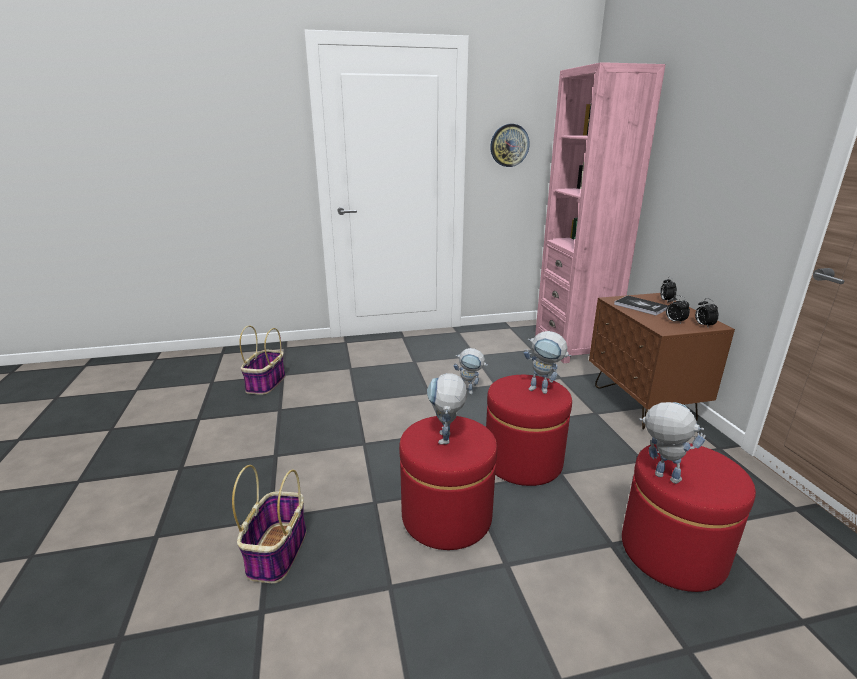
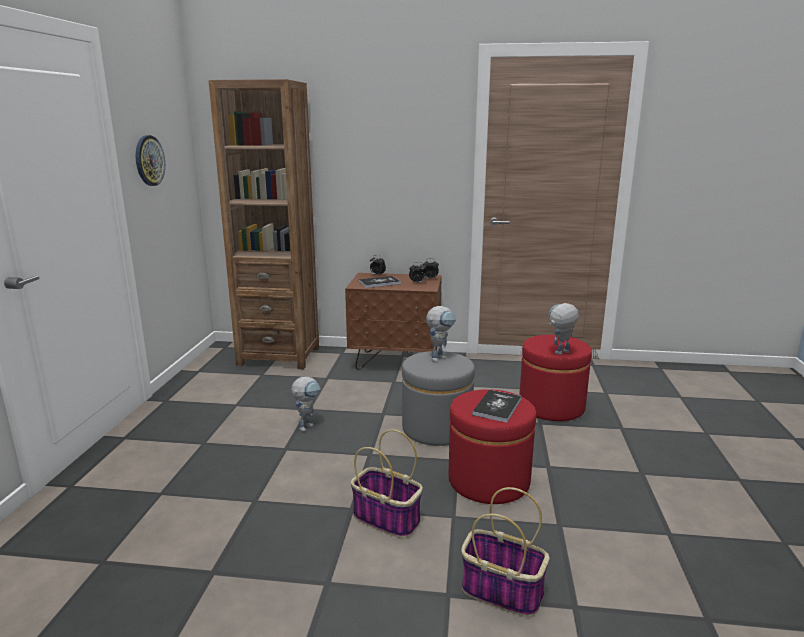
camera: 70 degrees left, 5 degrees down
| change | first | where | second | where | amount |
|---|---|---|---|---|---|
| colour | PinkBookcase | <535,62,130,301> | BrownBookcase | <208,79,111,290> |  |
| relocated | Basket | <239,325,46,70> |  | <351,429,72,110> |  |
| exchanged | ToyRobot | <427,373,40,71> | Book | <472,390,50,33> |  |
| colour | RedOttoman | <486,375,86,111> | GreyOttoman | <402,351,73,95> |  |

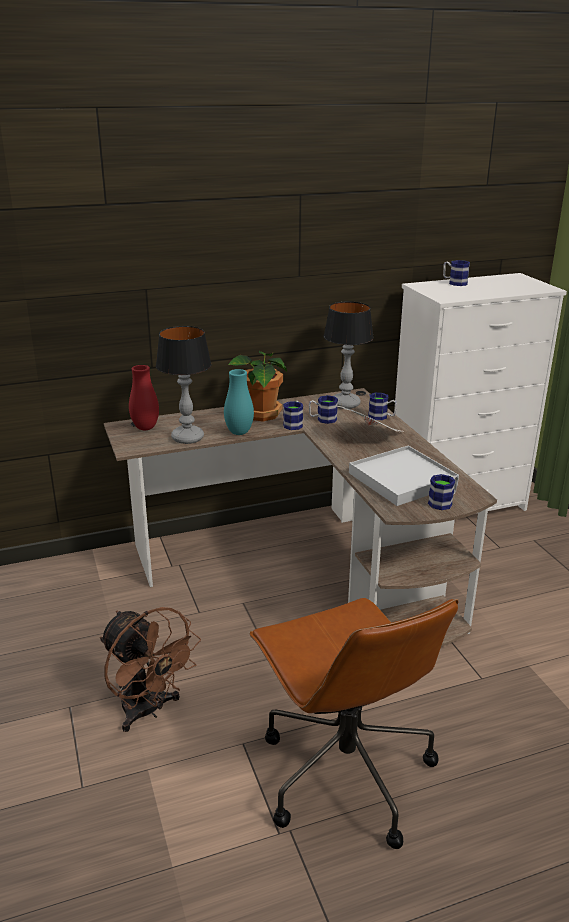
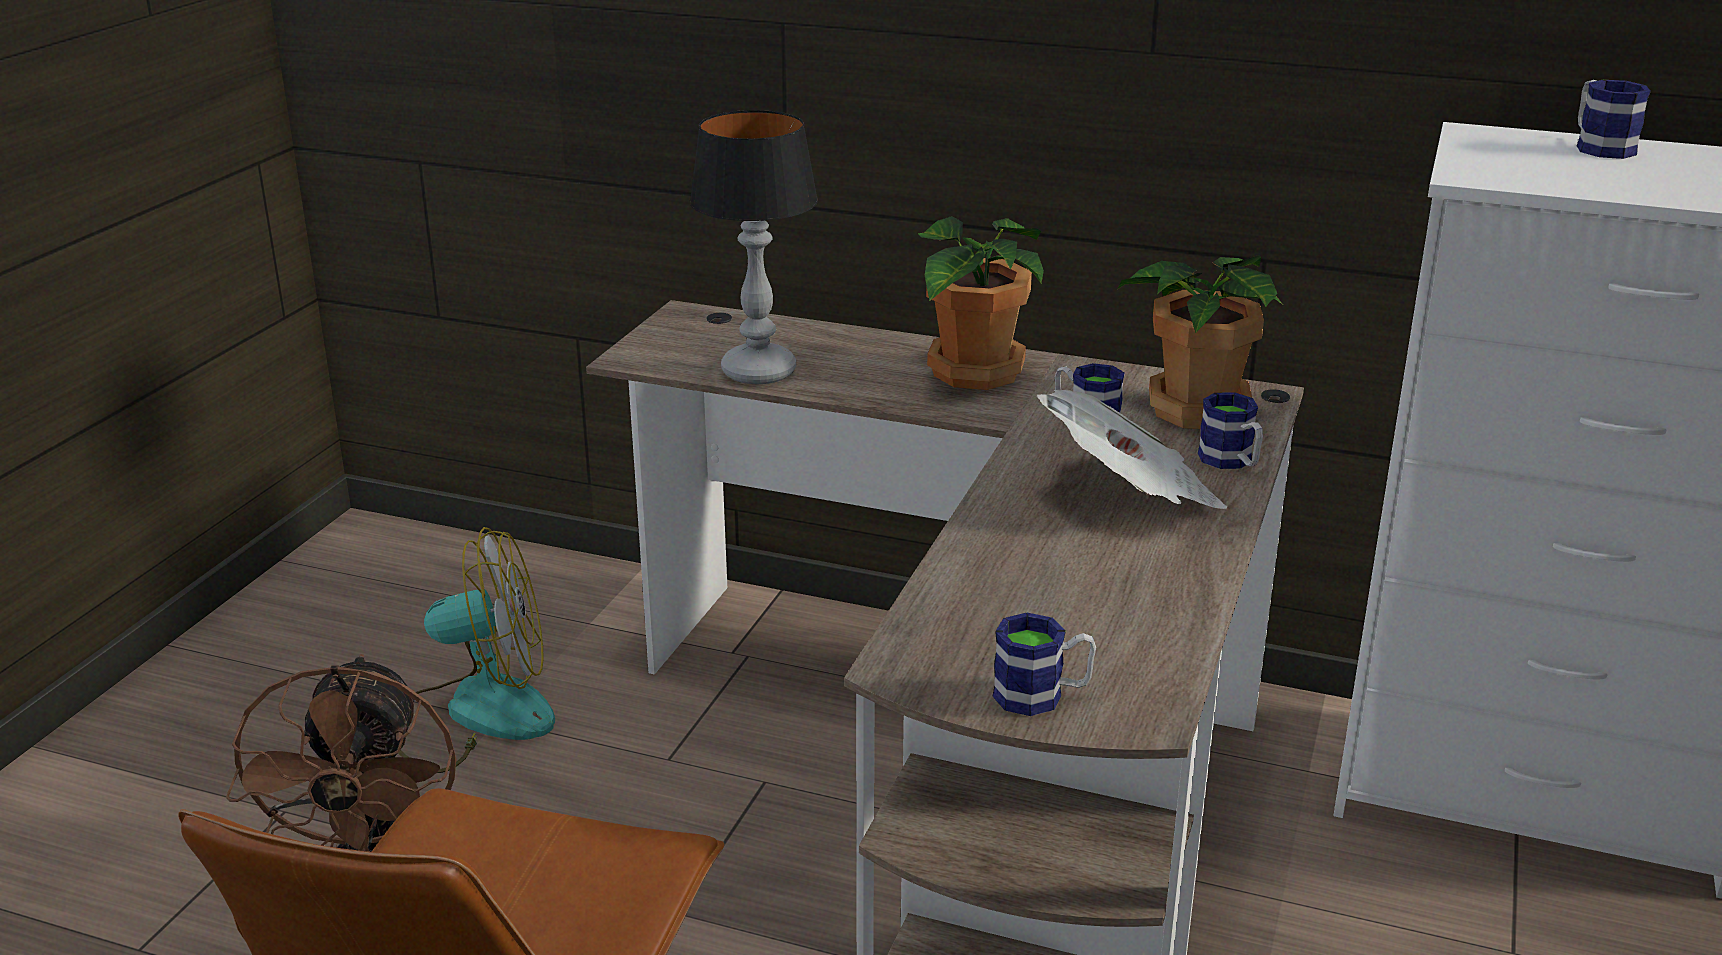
camera: 40 degrees right, 0 degrees up
| change | first | where | second | where | amount |
|---|---|---|---|---|---|
| exchanged | TableLamp | <323,302,51,107> | PottedPlant | <1117,255,165,174> |  |
| missing | RedVase | <129,365,30,65> |  |  |  |
| missing | TurquoiseVase | <224,369,30,66> |  |  |  |
| missing | Mug | <283,401,20,29> |  |  |  |
| missing | WhiteTray | <349,446,110,60> |  |  |  |
| appeared |  |  | Fan | <398,527,157,246> |  |

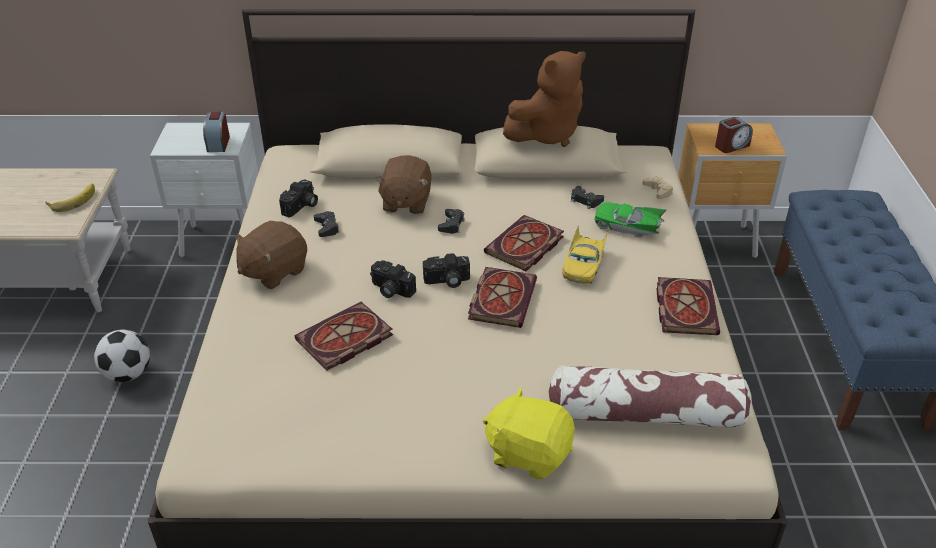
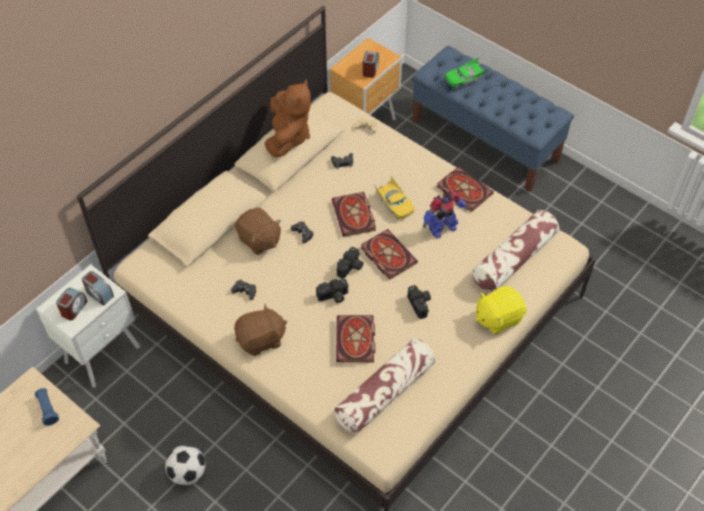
camera: 50 degrees left, 15 degrees up
| change | first | where | second | where | amount |
|---|---|---|---|---|---|
| relocated | PhotoCamera | <279,179,39,38> |  | <408,285,23,34> |  |
| exchanged | Banana | <45,184,50,28> | BlueFlashlight | <34,388,25,38> |  |
| relocated | GreenToyCar | <594,202,72,35> |  | <445,58,43,31> |  |
| spun | BrownPlushToy | <234,221,73,68> |  | <234,303,53,53> | 105 degrees counterclockwise |
| appeared |  |  | ToyRobot | <423,190,45,48> |  |
| appeared |  |  | AlarmClock | <56,288,32,32> |  |
| appeared |  |  | Pillow | <334,339,101,95> |  |

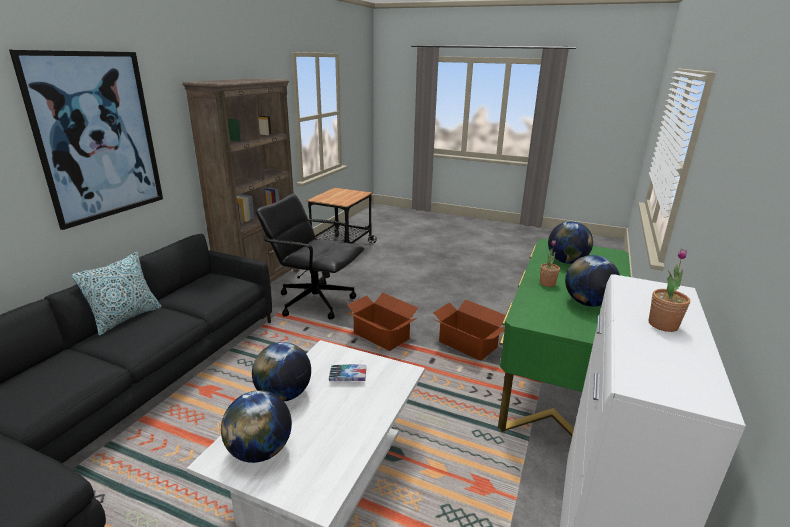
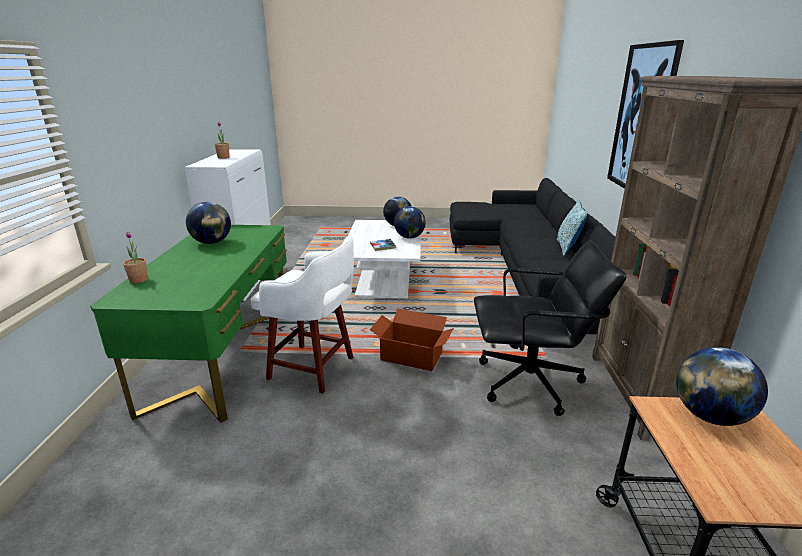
camera: 160 degrees right, 0 degrees up
| change | first | where | second | where | amount |
|---|---|---|---|---|---|
| relocated | Globe | <548,221,45,43> |  | <676,347,92,79> |  |
| relocated | PottedPlant | <540,240,20,47> |  | <123,232,25,51> |  |
| exchanged | CardboardBox | <433,299,72,62> | WhiteStool | <251,236,103,158> |  |

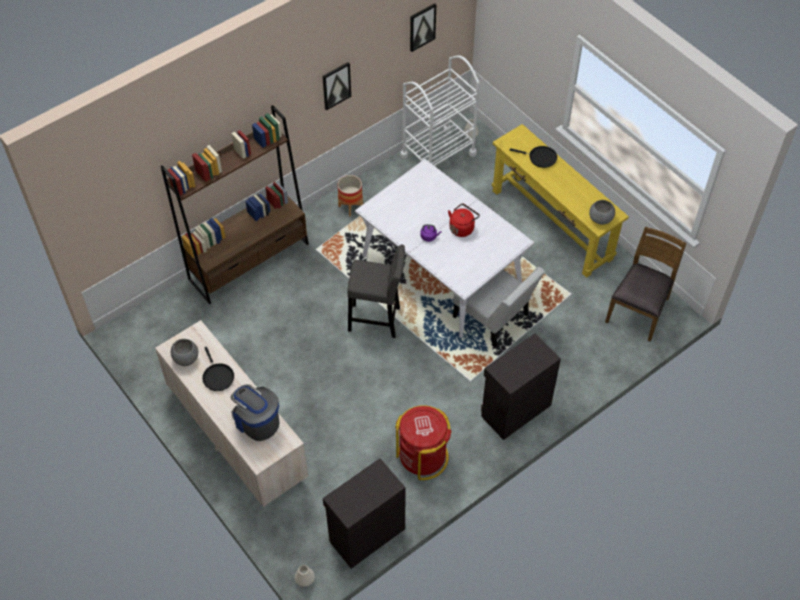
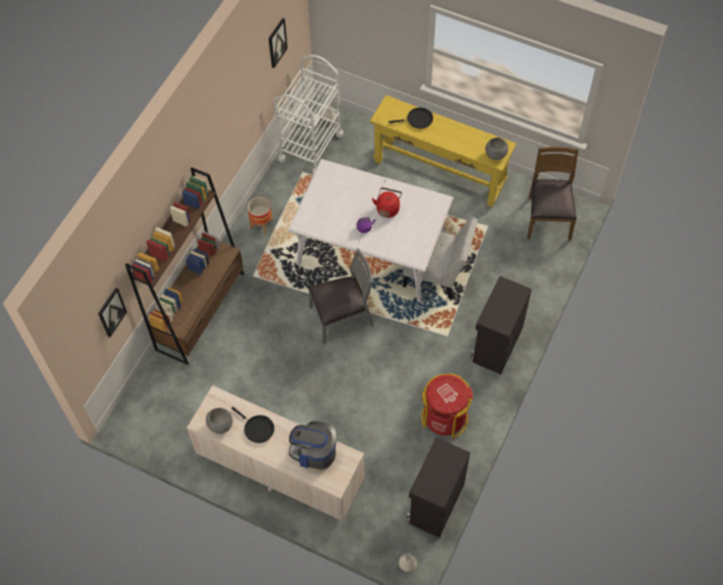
camera: 25 degrees left, 5 degrees up
| change | first | where | second | where | amount |
|---|---|---|---|---|---|
| relocated | Picture | <322,62,29,49> |  | <98,288,29,49> |  |
| exchanged | GreyStool | <347,244,58,94> | GreyChair | <309,249,65,95> |  |

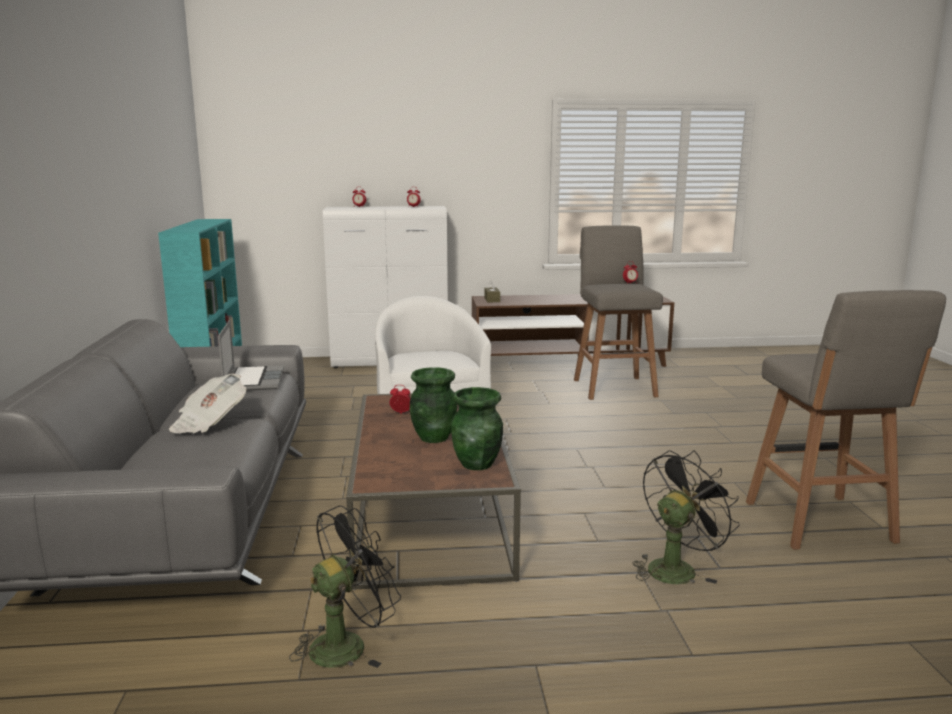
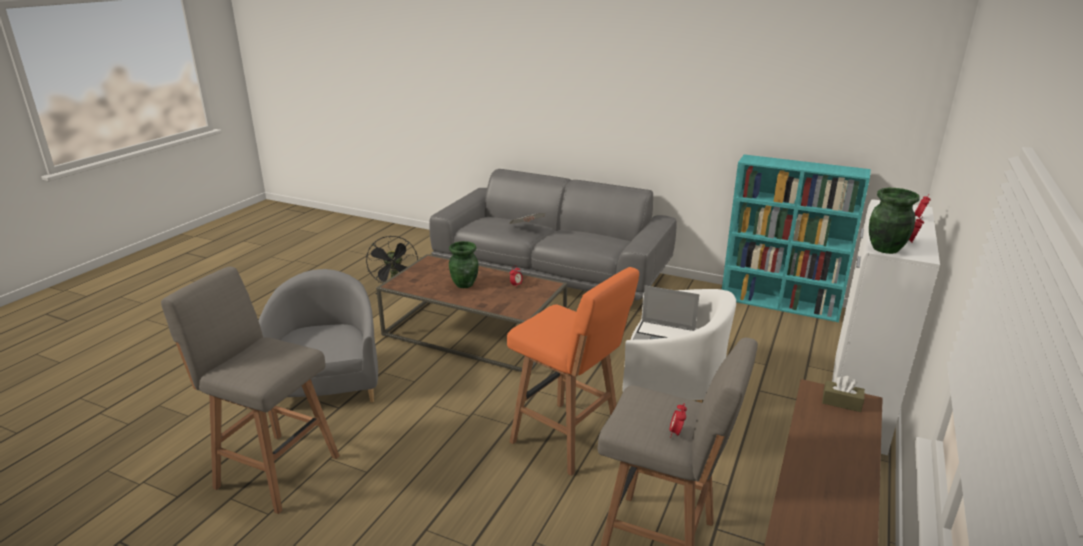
camera: 120 degrees right, 10 degrees up
| change | first | where | second | where | amount |
|---|---|---|---|---|---|
| relocated | Laptop | <218,320,66,71> |  | <633,285,66,55> |  |
| relocated | GreenVase | <451,387,52,83> |  | <869,188,51,66> |  |
| exchanged | BlackFan | <633,450,107,134> | GreyArmchair | <258,269,120,134> |  |
| appeared |  |  | OrangeStool | <507,267,132,209> |  |

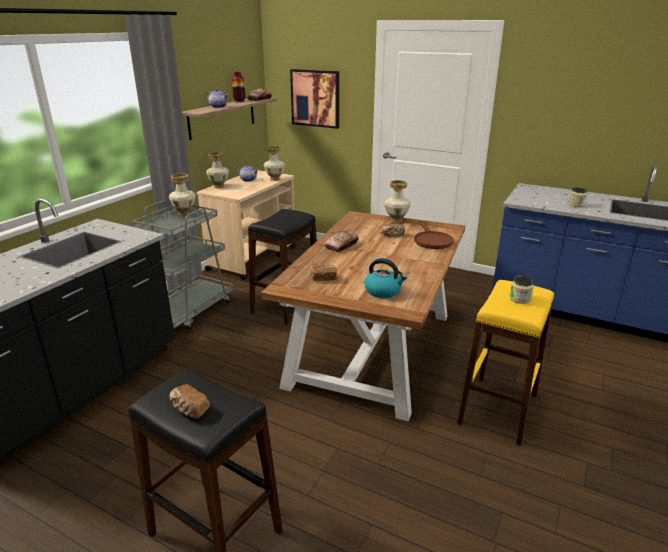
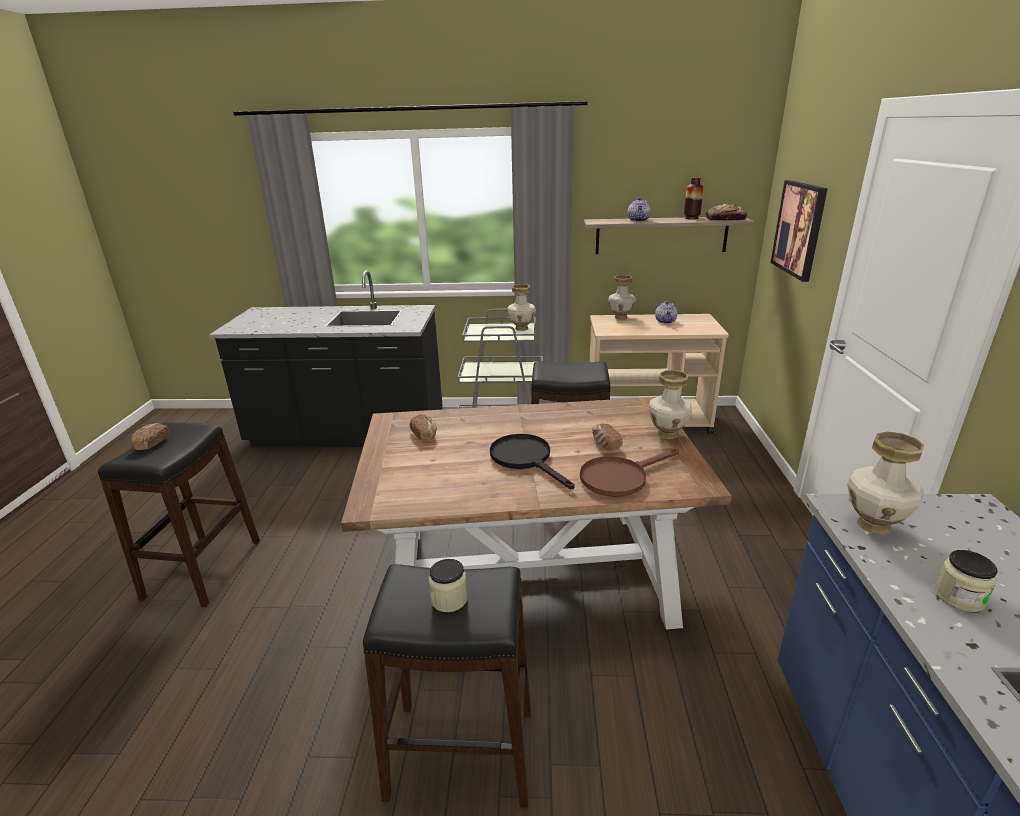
camera: 65 degrees right, 0 degrees up
| change | first | where | second | where | amount |
|---|---|---|---|---|---|
| relocated | Vase | <264,146,21,35> |  | <847,431,77,103> |  |
| missing | Bread | <325,230,34,22> |  |  |  |
| missing | Kettle | <364,258,43,40> |  |  |  |
| colour | YellowStool | <457,280,97,166> | BlackStool | <363,564,168,244> |  |
| appeared |  |  | BlackFryingPan | <490,434,85,55> |  |

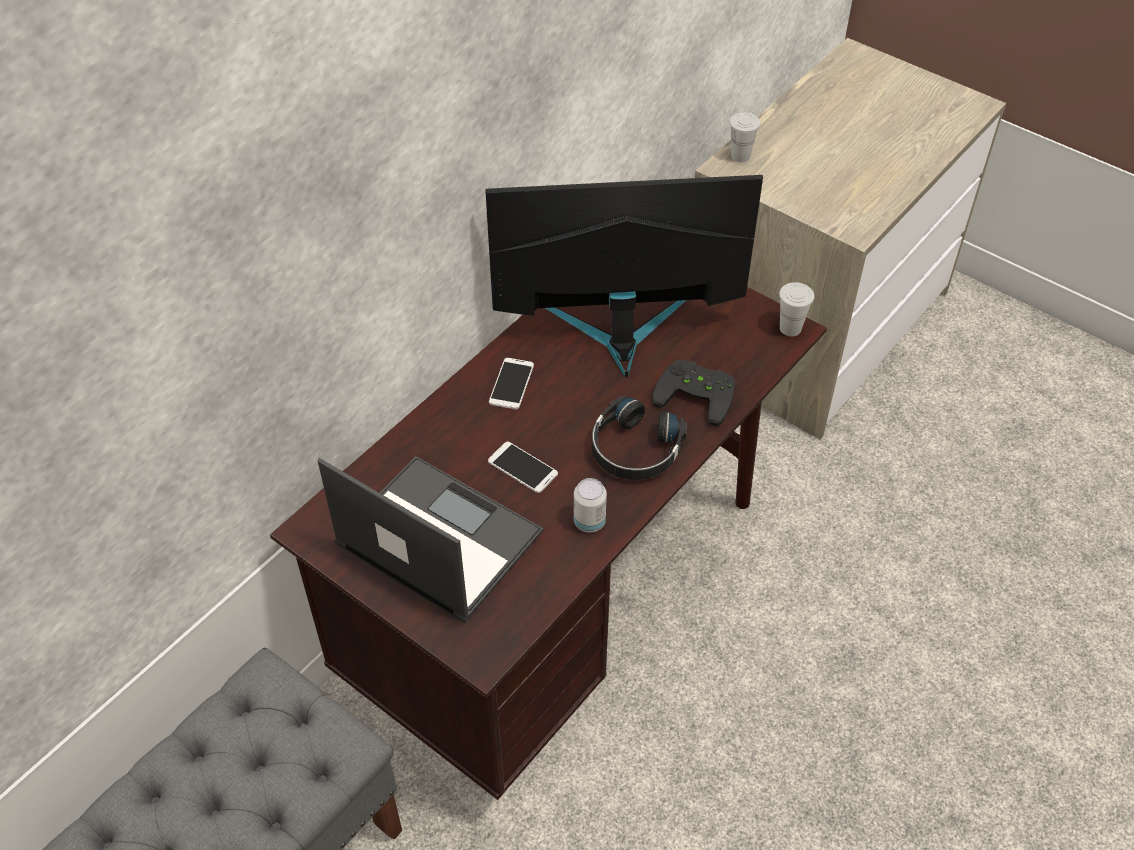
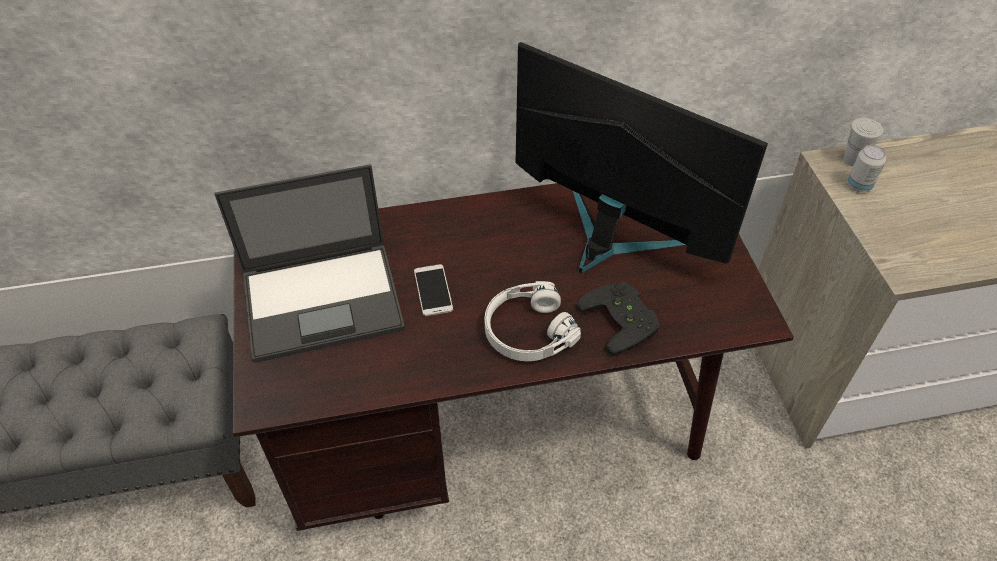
camera: 40 degrees right, 0 degrees up
| change | first | where | second | where | amount |
|---|---|---|---|---|---|
| missing | WhiteCup | <779,282,35,54> |  |  |  |
| missing | Phone | <489,358,45,52> |  |  |  |
| colour | BlackHeadphones | <592,396,95,84> | WhiteHeadphones | <485,281,96,80> |  |
| spun | Laptop | <318,456,225,167> |  | <214,164,191,199> | 90 degrees clockwise |
| relocated | Can | <574,478,33,54> |  | <847,145,39,47> |  |

